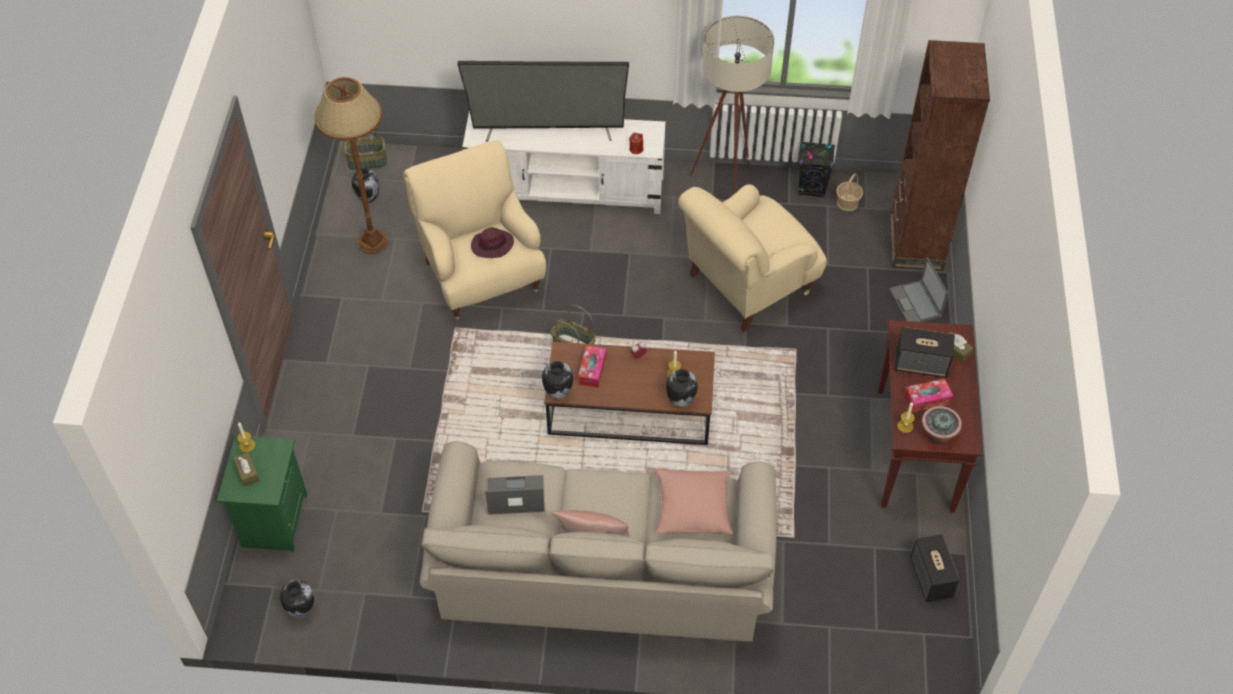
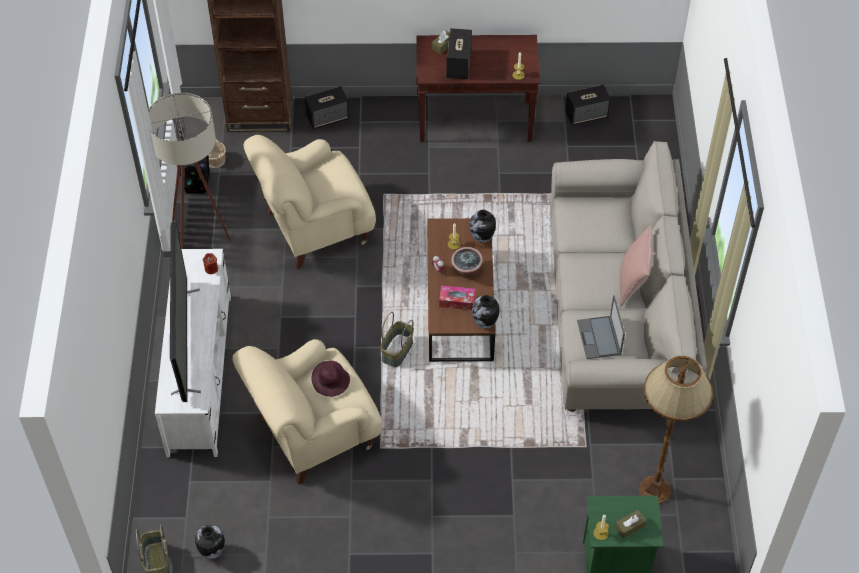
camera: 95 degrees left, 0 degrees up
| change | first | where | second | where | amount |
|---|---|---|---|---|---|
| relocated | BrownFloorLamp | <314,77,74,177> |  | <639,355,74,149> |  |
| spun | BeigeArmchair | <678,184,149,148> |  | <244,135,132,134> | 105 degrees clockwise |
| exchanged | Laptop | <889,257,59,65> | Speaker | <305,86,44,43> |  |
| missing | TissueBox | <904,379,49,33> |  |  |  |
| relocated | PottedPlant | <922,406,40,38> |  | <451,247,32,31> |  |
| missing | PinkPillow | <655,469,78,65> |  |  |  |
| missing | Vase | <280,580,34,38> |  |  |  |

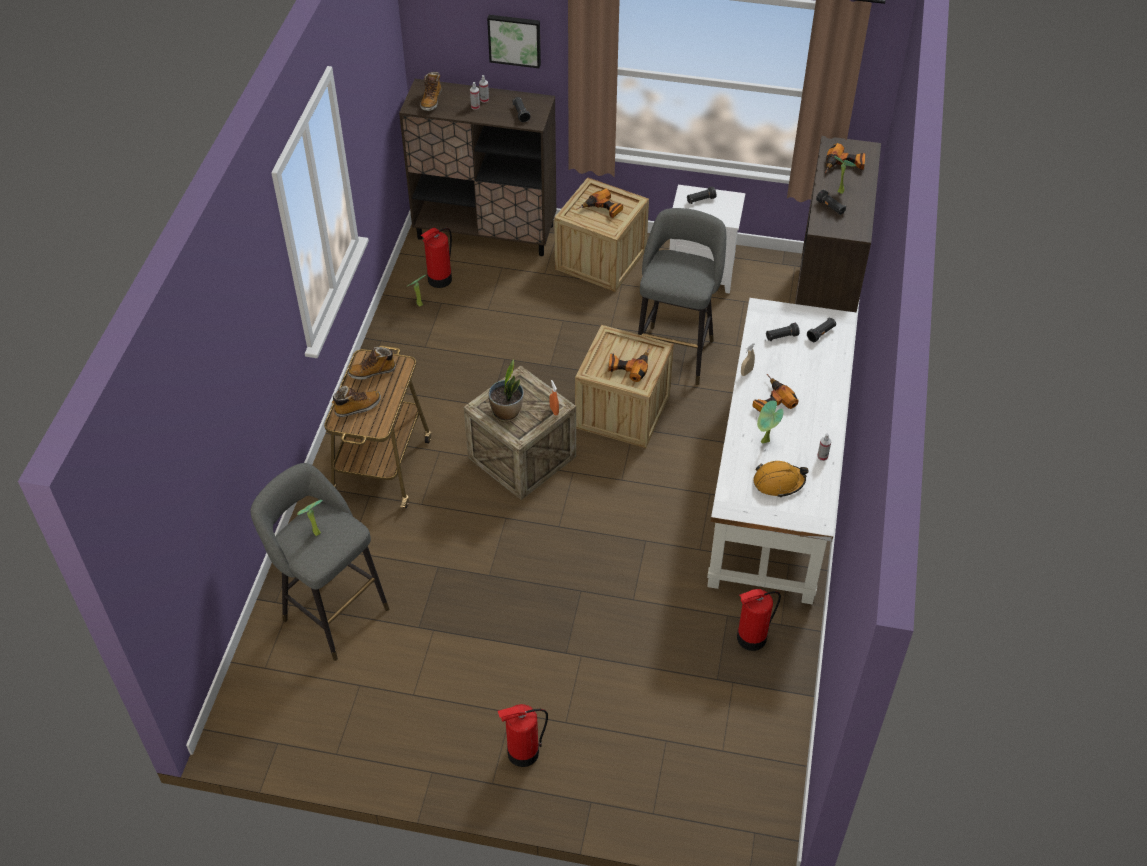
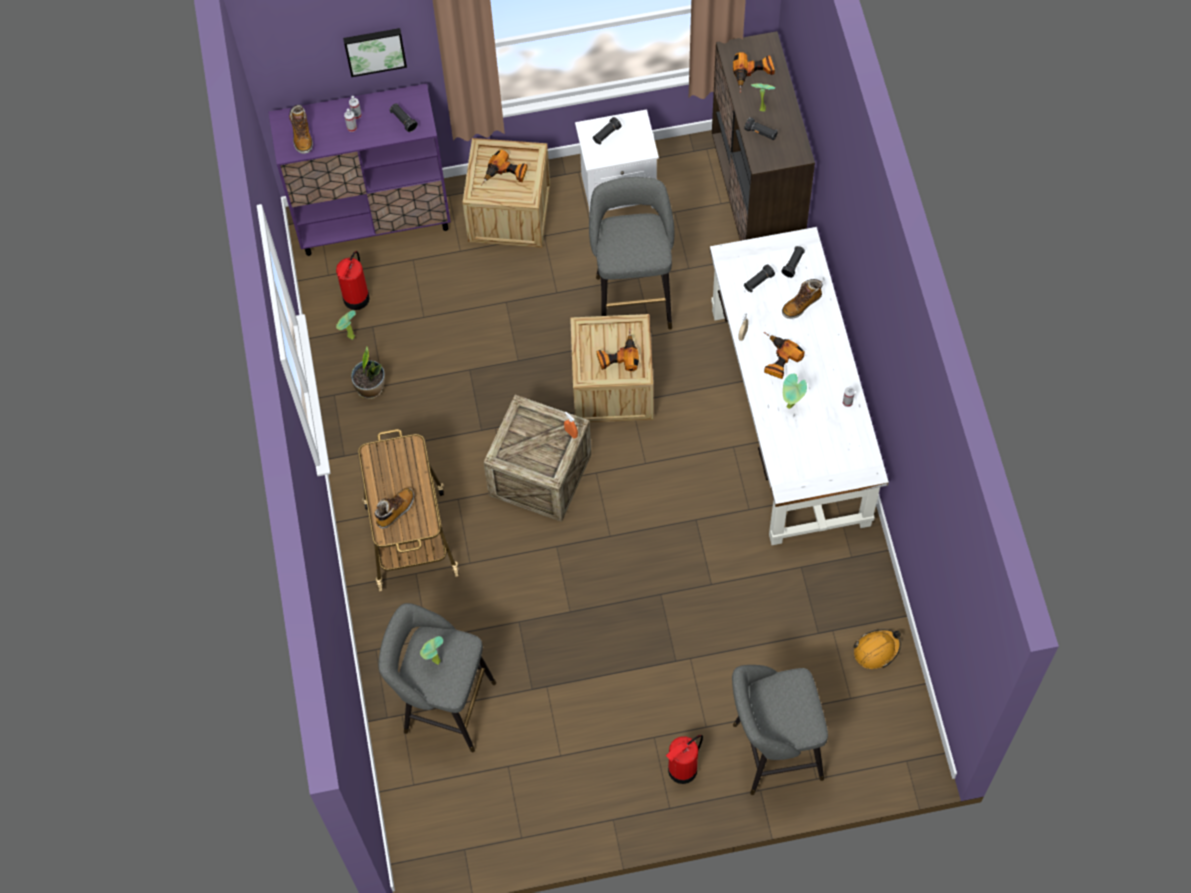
camera: 20 degrees left, 15 degrees up
| change | first | where | second | where | amount |
|---|---|---|---|---|---|
| colour | BrownCabinet | <399,79,157,177> | PurpleCabinet | <268,83,183,173> |  |
| relocated | Boot | <348,347,48,33> |  | <782,279,41,40> |  |
| relocated | PottedPlant | <488,360,36,62> |  | <351,347,34,52> |  |
| relocated | OrangeHardHat | <753,461,55,37> |  | <853,629,48,40> |  |
| missing | FireExtinguisher | <737,589,44,62> |  |  |  |
| appeared |  |  | GreyStool | <732,665,96,130> |  |

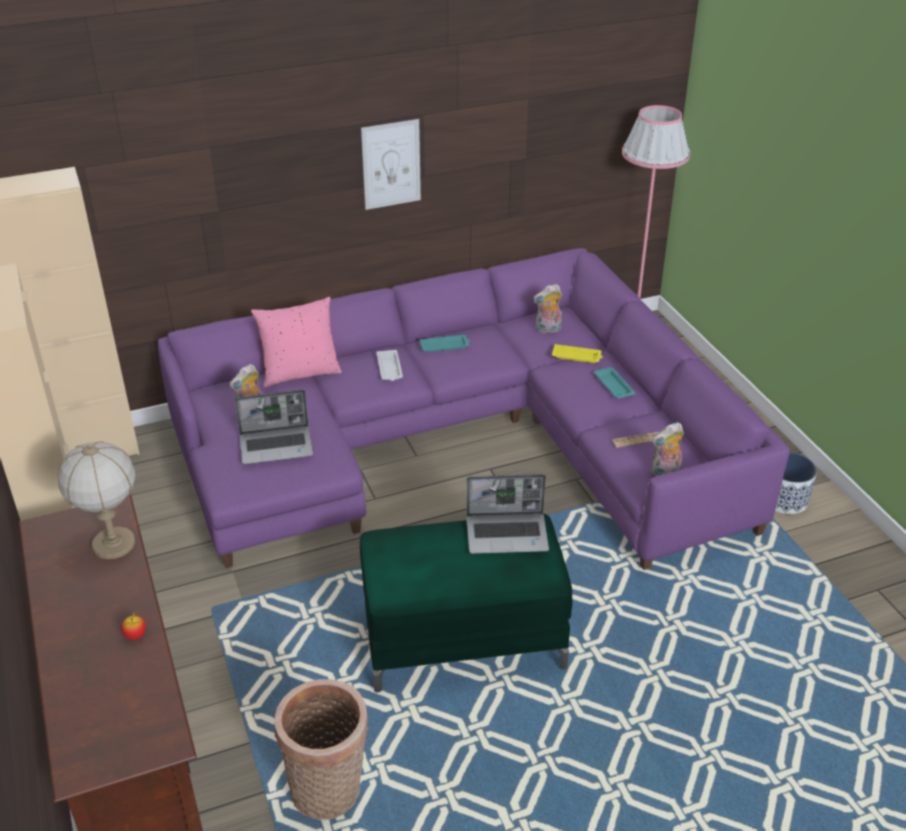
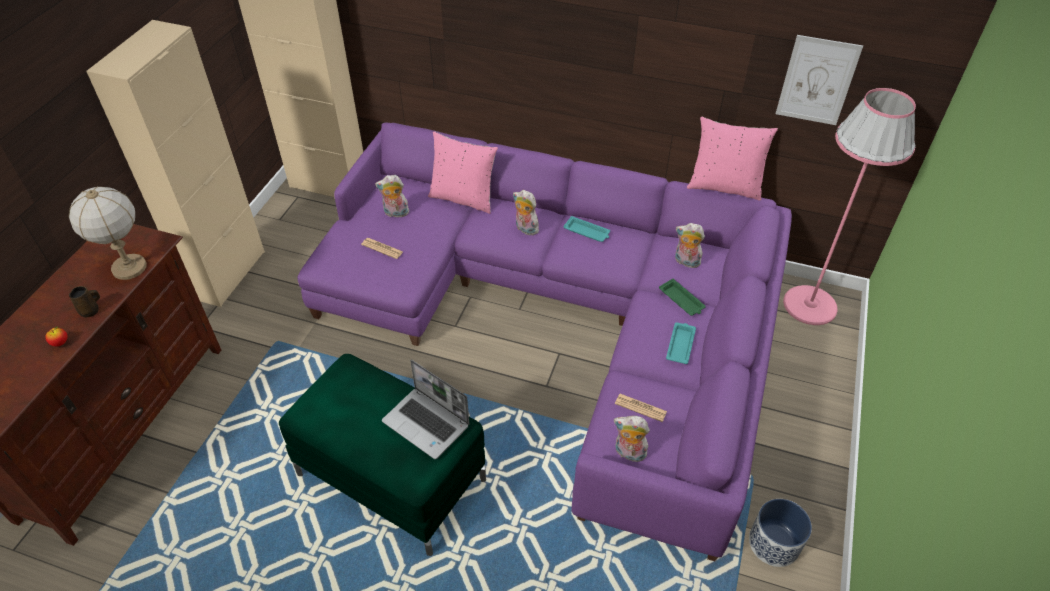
camera: 40 degrees right, 10 degrees up
| change | first | where | second | where | amount |
|---|---|---|---|---|---|
| relocated | Picture | <361,119,60,91> |  | <776,35,87,90> |  |
| colour | YellowTray | <552,344,51,19> | GreenTray | <659,279,47,37> |  |
| exchanged | WhiteTray | <377,350,26,31> | PlushToy | <513,190,26,46> |  |
| exchanged | Laptop | <235,390,78,74> | Newspaper | <361,238,42,21> |  |
| missing | Basket | <274,679,94,141> |  |  |  |
| appeared |  |  | PinkPillow | <687,117,91,84> |  |
| appeared |  |  | BrownMug | <69,286,31,32> |  |

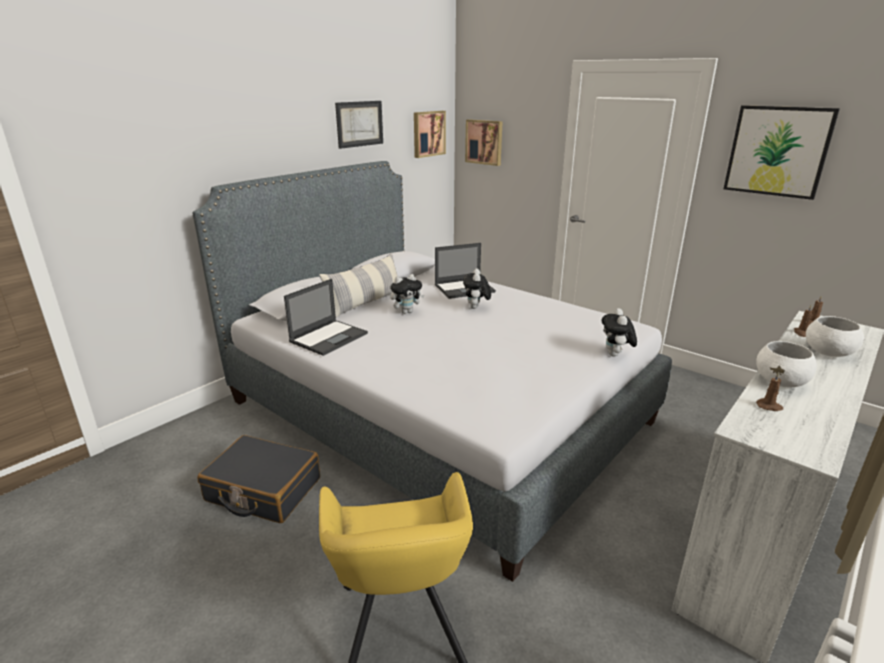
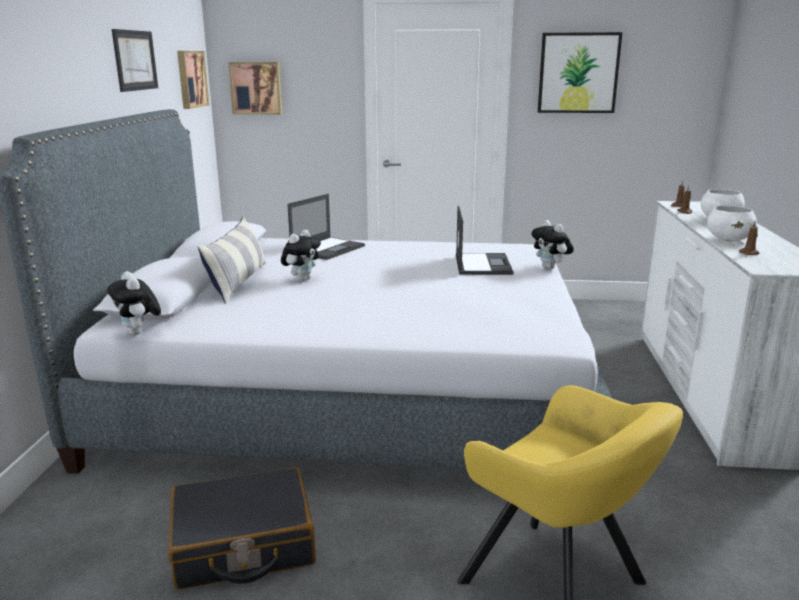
camera: 35 degrees left, 5 degrees down
| change | first | where | second | where | amount |
|---|---|---|---|---|---|
| relocated | PlushToy | <463,268,28,41> |  | <107,271,54,64> |  |
| relocated | Laptop | <284,279,84,77> |  | <456,206,57,69> |  |

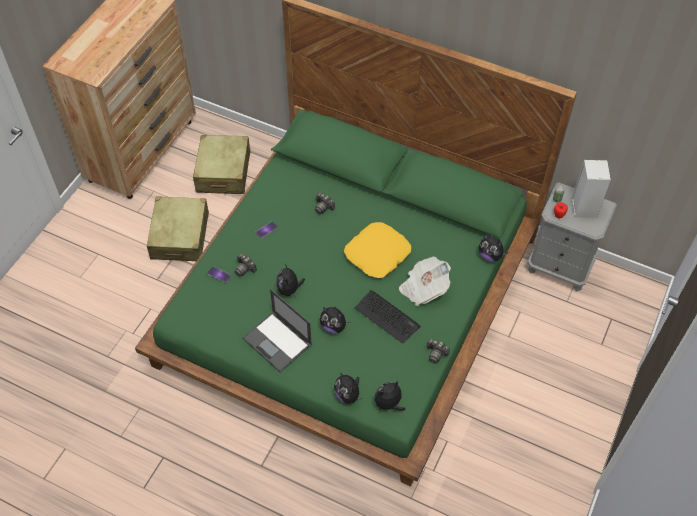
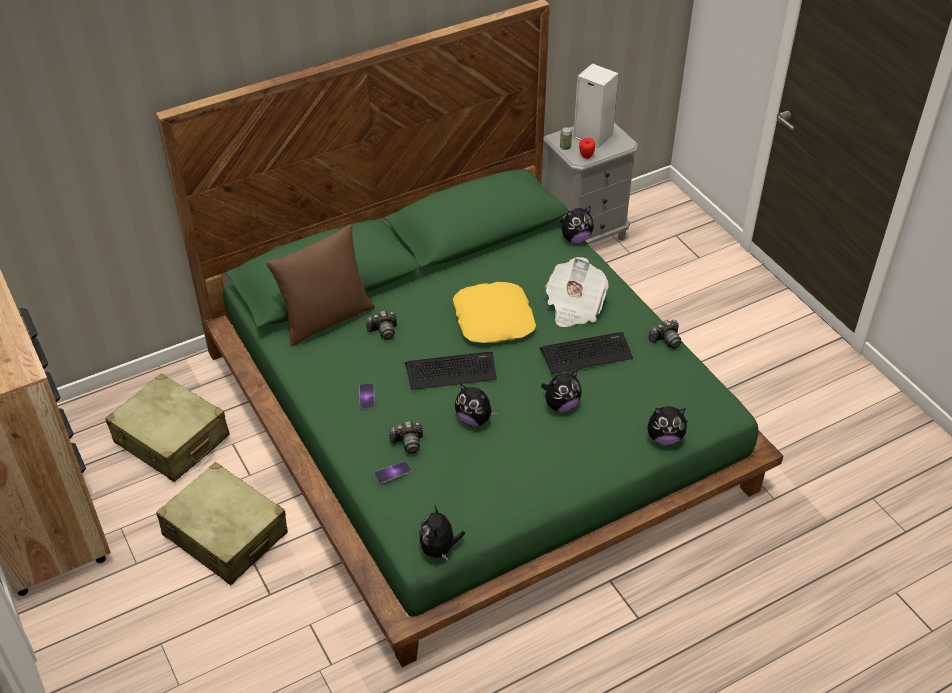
camera: 55 degrees left, 10 degrees down
| change | first | where | second | where | amount |
|---|---|---|---|---|---|
| missing | Laptop | <242,289,70,83> |  |  |  |
| relocated | PlushToy | <375,381,30,32> |  | <418,504,47,57> |  |
| appeared |  |  | BrownPillow | <266,224,109,122> |  |
| appeared |  |  | Keyboard | <405,352,92,38> |  |

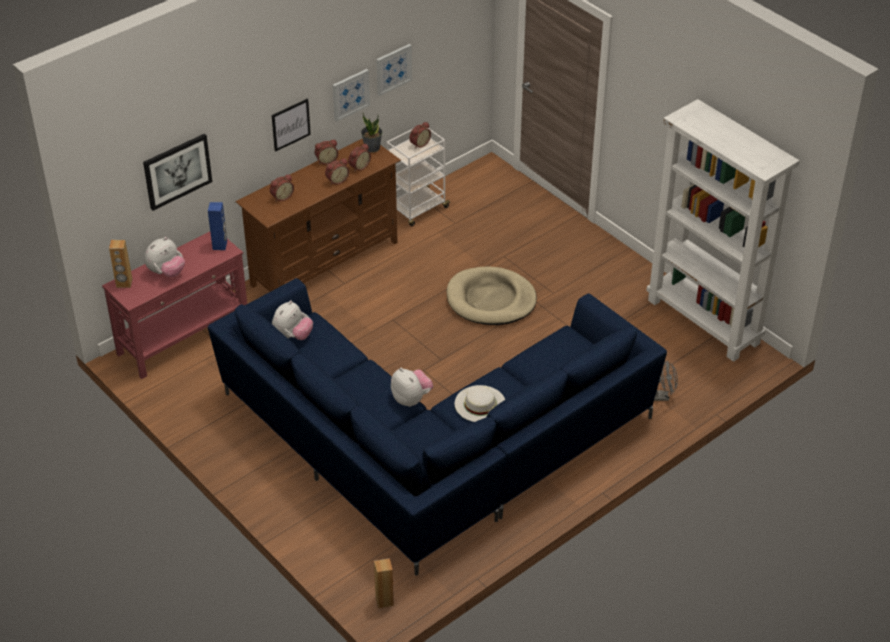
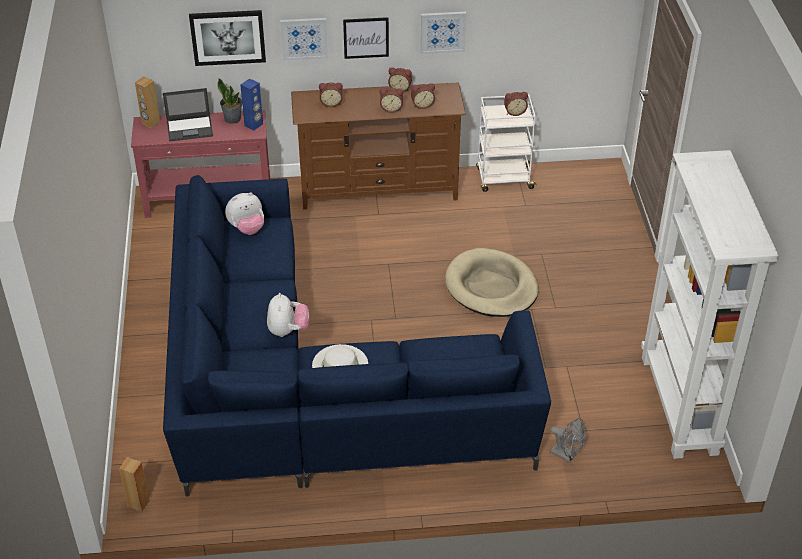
camera: 35 degrees right, 0 degrees up
| change | first | where | second | where | amount |
|---|---|---|---|---|---|
| relocated | Picture | <376,44,36,52> |  | <280,18,48,43> |  |
| relocated | PottedPlant | <361,112,21,40> |  | <217,78,25,46> |  |
| exchanged | PlushToy | <144,237,41,40> | Laptop | <163,88,50,54> |  |

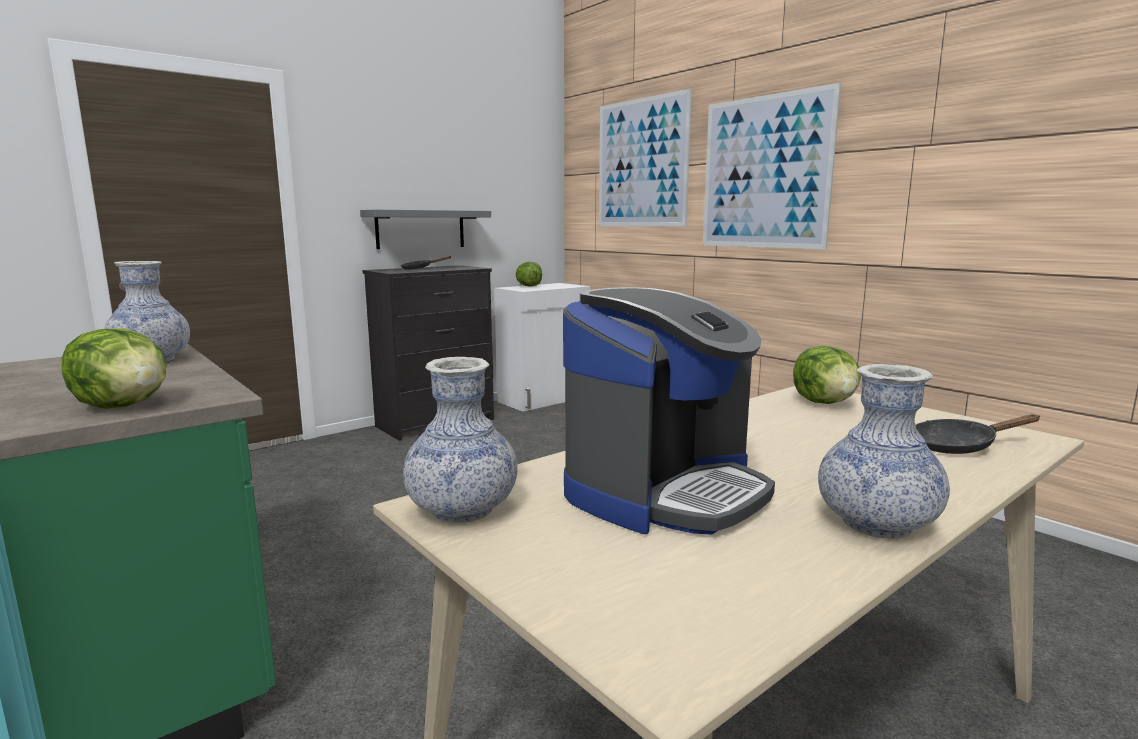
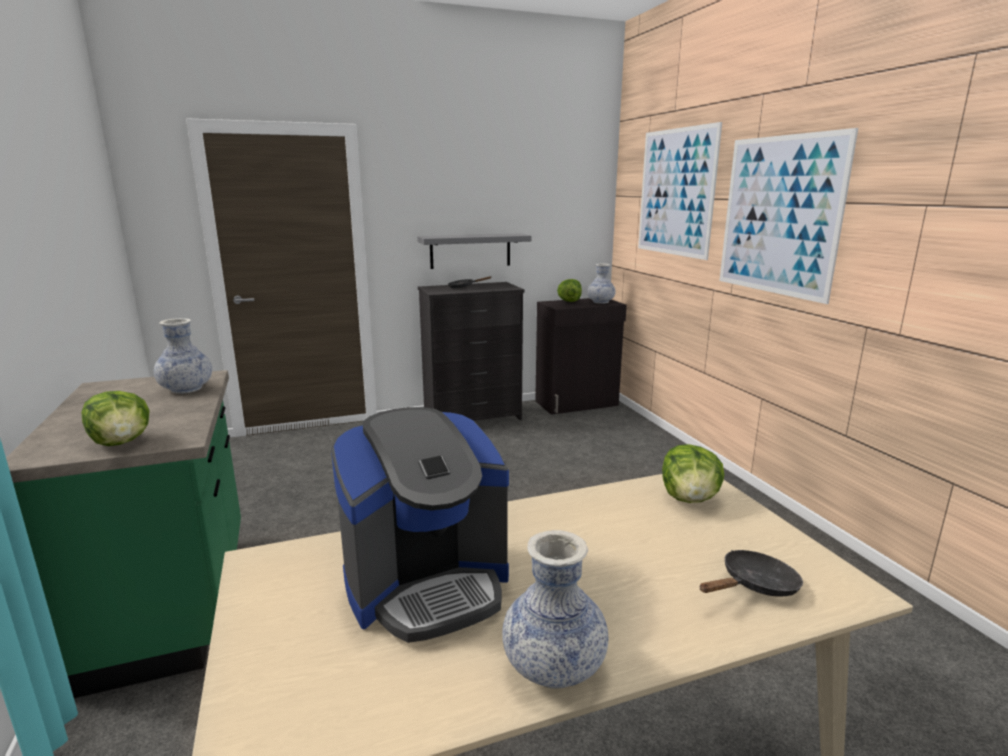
camera: 20 degrees right, 5 degrees up
| change | first | where | second | where | amount |
|---|---|---|---|---|---|
| colour | WhiteCabinet | <494,283,97,128> | BlackCabinet | <535,298,92,117> |  |
| relocated | Vase | <403,357,114,166> |  | <587,263,29,41> |  |
| spun | BlackFryingPan | <916,414,123,40> |  | <700,550,103,47> | 135 degrees clockwise |

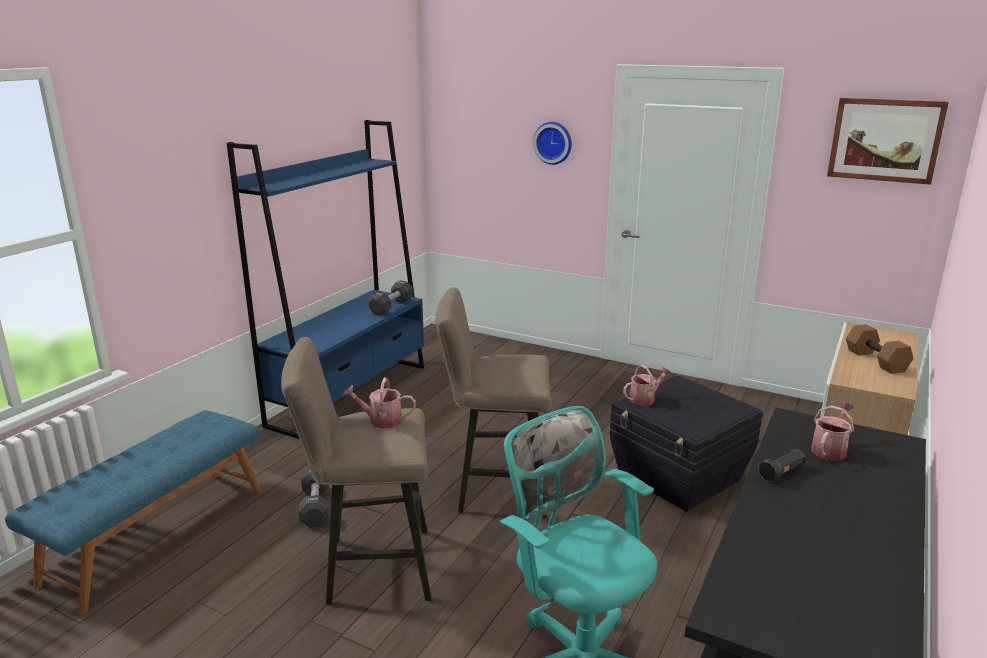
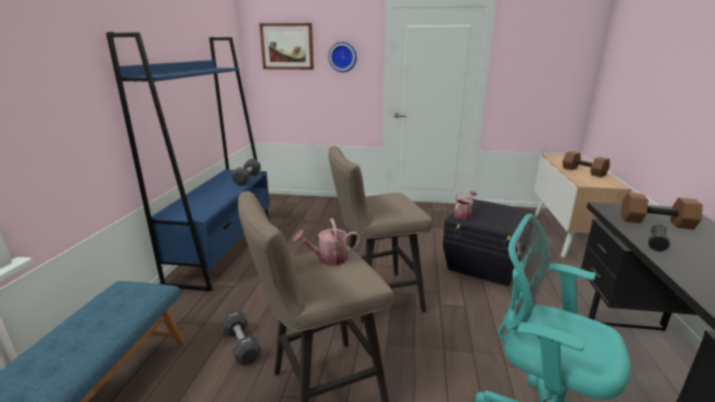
camera: 20 degrees left, 0 degrees up
| change | first | where | second | where | amount |
|---|---|---|---|---|---|
| relocated | Picture | <827,98,122,87> |  | <259,23,55,47> |  |
| exchanged | WateringCan | <811,402,44,58> | BrownDumbbell | <621,192,82,38> |  |

